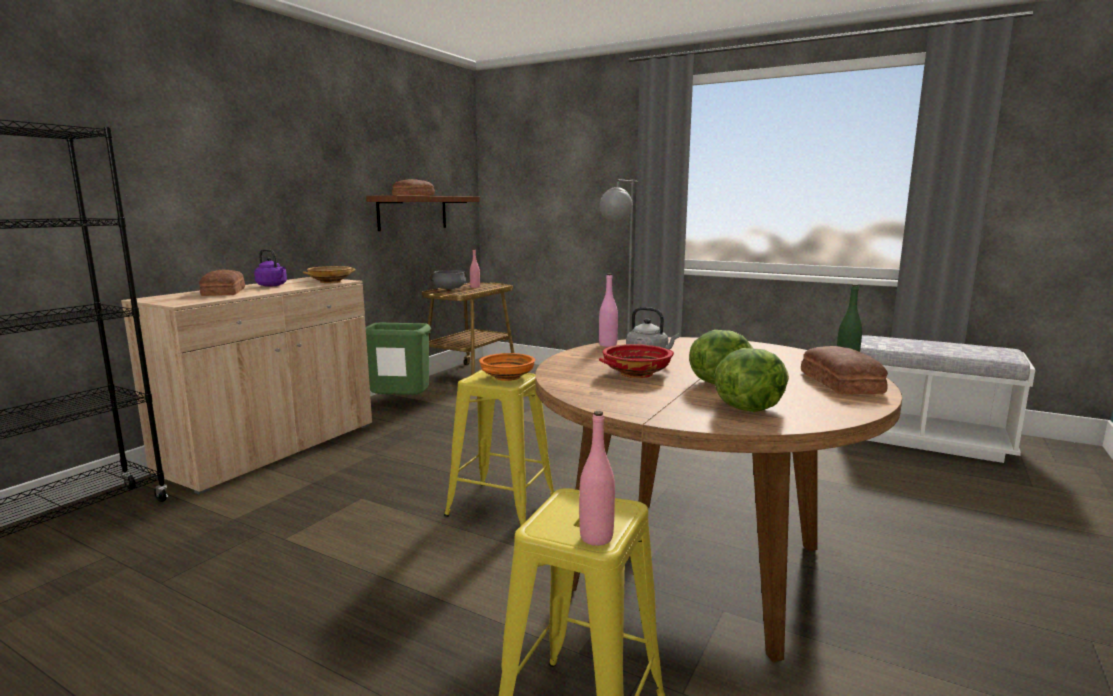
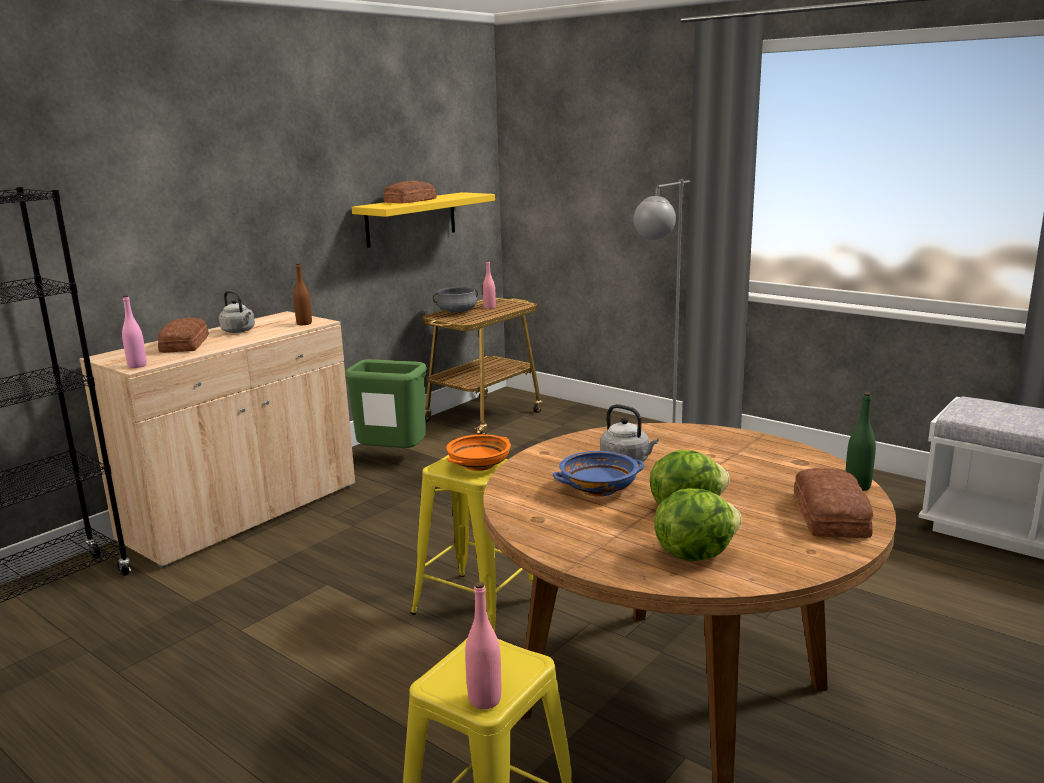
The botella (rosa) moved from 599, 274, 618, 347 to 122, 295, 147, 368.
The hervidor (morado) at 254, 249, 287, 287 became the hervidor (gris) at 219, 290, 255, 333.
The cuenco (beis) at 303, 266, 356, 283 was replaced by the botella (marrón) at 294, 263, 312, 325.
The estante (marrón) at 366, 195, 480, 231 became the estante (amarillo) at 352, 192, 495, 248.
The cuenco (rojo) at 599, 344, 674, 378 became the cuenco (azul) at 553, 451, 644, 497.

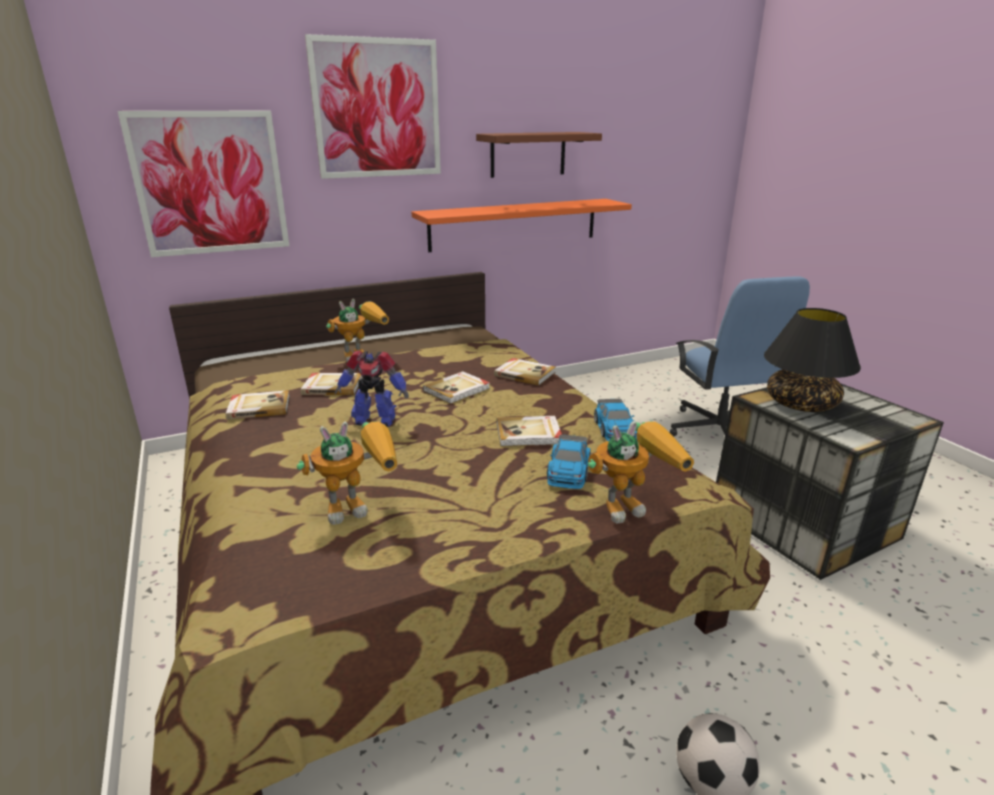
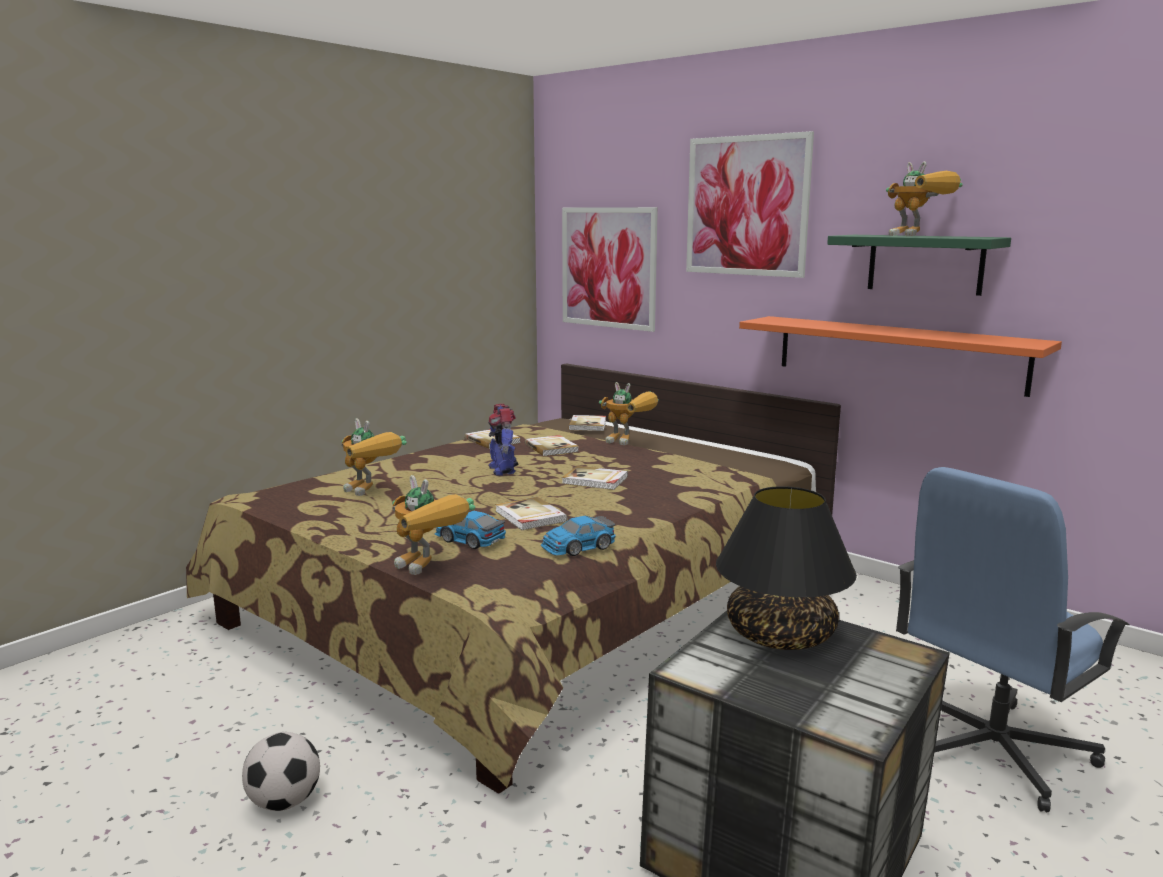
The coche de juguete at 547, 435, 591, 489 turned 45 degrees clockwise.
The libro moved from 494, 358, 556, 386 to 568, 415, 606, 431.
The estante (marrón) at 476, 132, 602, 178 became the estante (verde) at 827, 235, 1011, 296.
The robot de juguete at 886, 162, 963, 236 appeared.

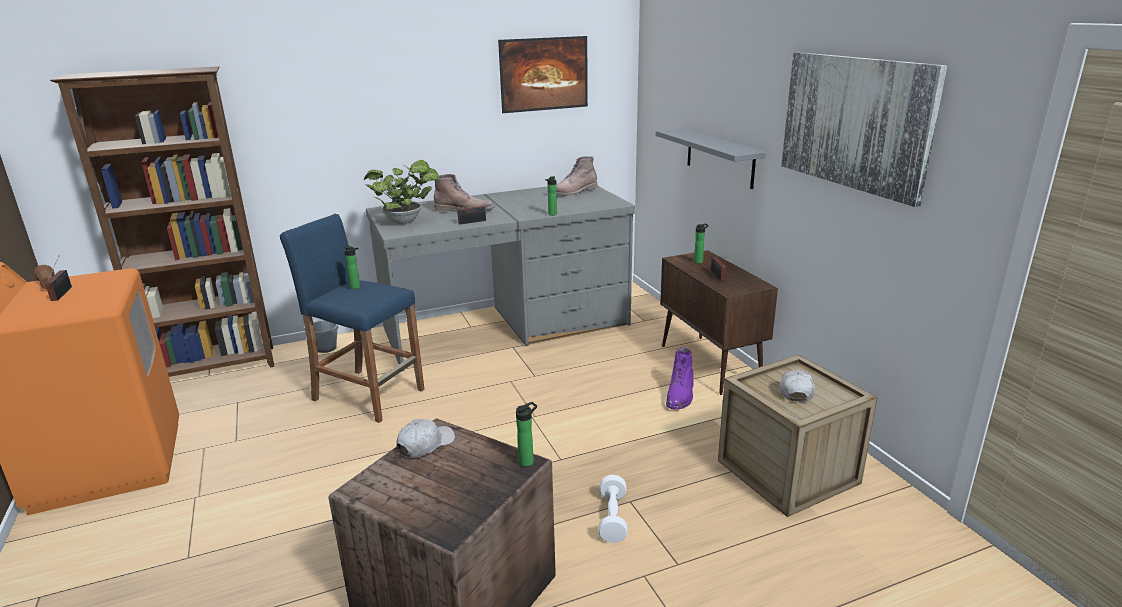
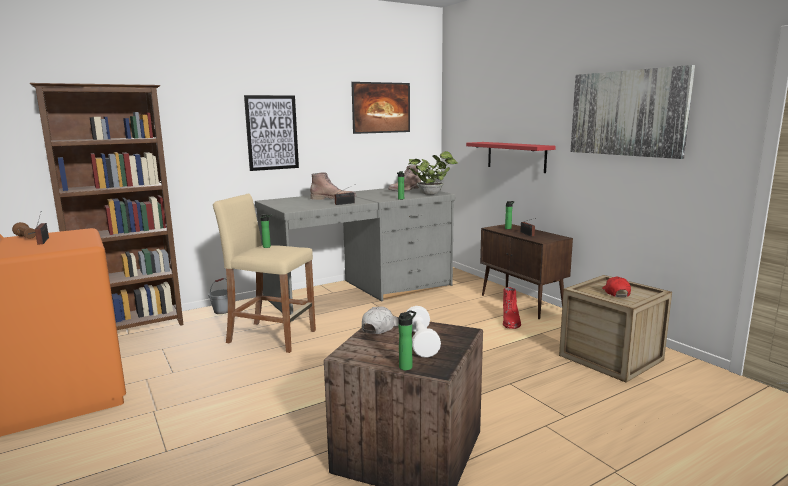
The taburete (azul) at 280, 214, 425, 423 became the taburete (beis) at 213, 194, 316, 353.
The cuadro at 244, 95, 299, 171 appeared.
The botella moved from 516, 402, 537, 467 to 398, 310, 416, 370.
The mancuerna (blanco) moved from 598, 475, 628, 543 to 406, 306, 441, 358.
The planta en maceta moved from 364, 160, 439, 224 to 408, 151, 458, 195.
The estante (gris) at 656, 128, 766, 189 became the estante (rojo) at 466, 142, 556, 173.
The bota (morado) at 666, 347, 693, 410 became the bota (rojo) at 503, 287, 521, 329.
The gorra (blanco) at 780, 370, 815, 402 became the gorra (rojo) at 602, 277, 631, 297.

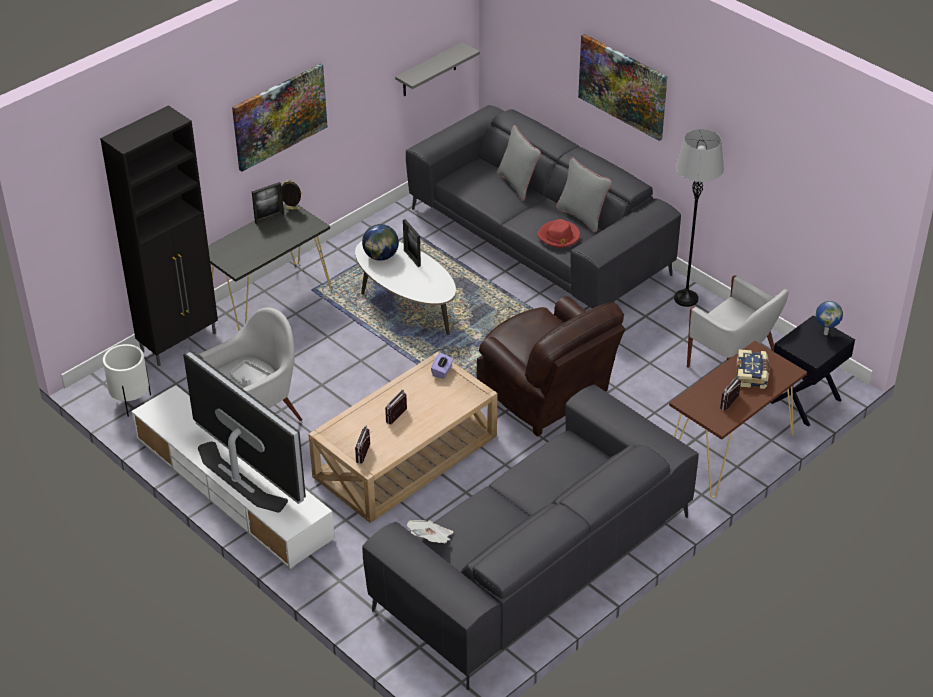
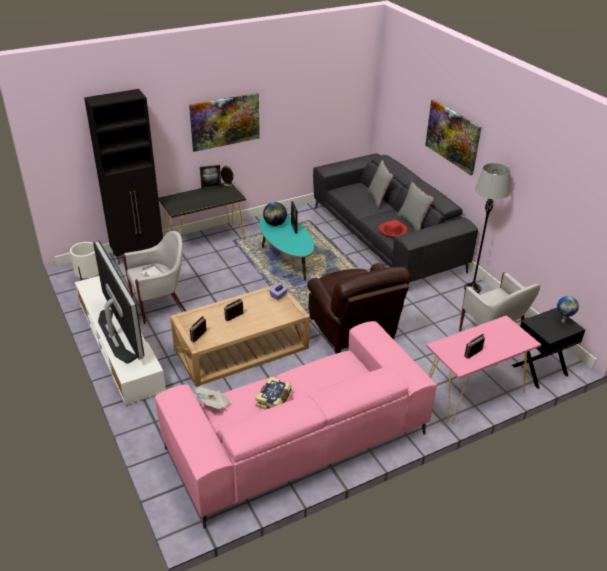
The sofá (gris) at 362, 385, 699, 690 became the sofá (rosa) at 155, 321, 437, 528.
The libro moved from 736, 349, 769, 389 to 255, 377, 292, 410.
The mesa de centro (blanco) at 355, 241, 456, 335 became the mesa de centro (turquesa) at 259, 216, 314, 281.
The mesa consola (marrón) at 669, 341, 807, 497 became the mesa consola (rosa) at 427, 315, 541, 424.
The estante (gris) at 395, 42, 480, 96 disappeared.

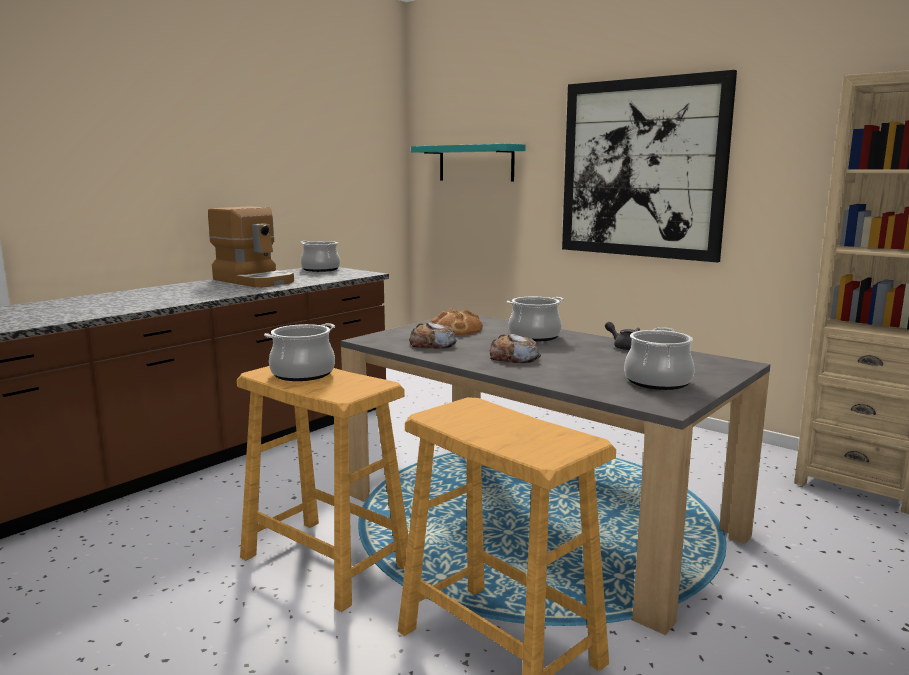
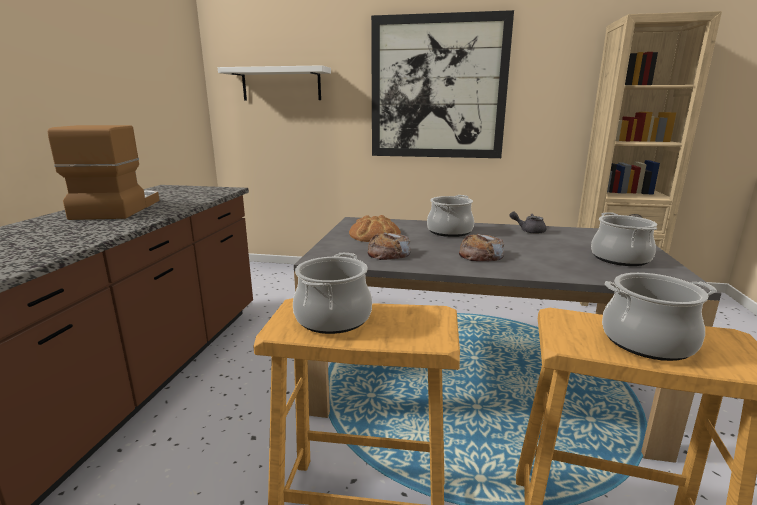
The cafetera at 208, 206, 294, 287 turned 105 degrees counterclockwise.
The estante (turquesa) at 411, 144, 526, 181 became the estante (blanco) at 218, 65, 331, 100.
The olla moved from 300, 241, 340, 272 to 602, 273, 717, 361.

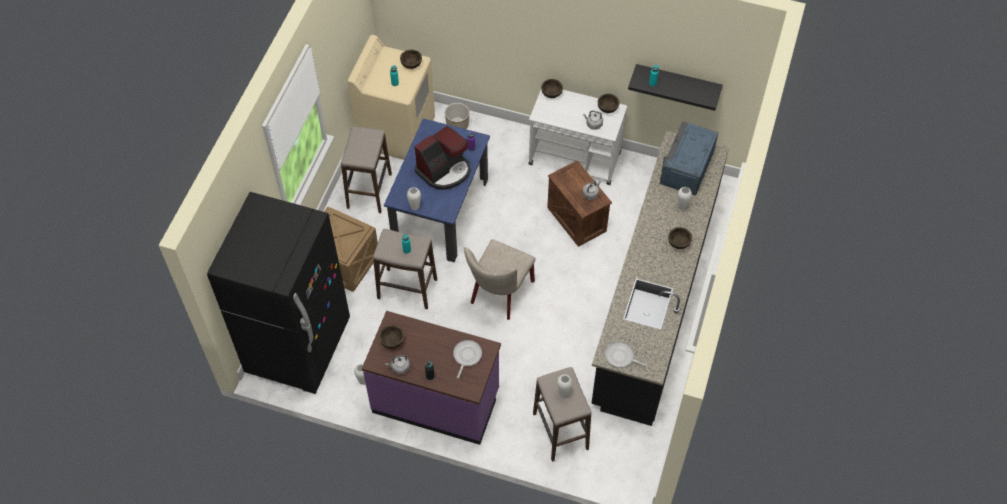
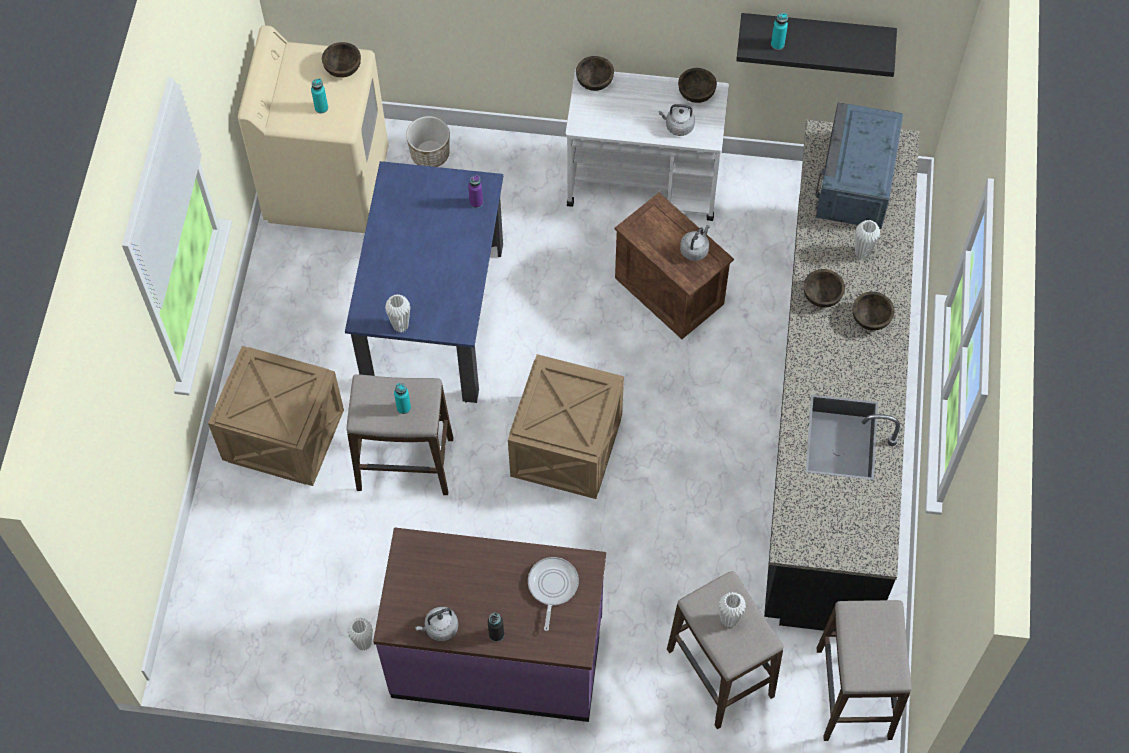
The silla (beis) at 464, 239, 535, 320 was replaced by the caja de embalaje at 508, 354, 624, 499.
The cuenco (marrón) moved from 379, 325, 404, 349 to 804, 269, 845, 308.
The taburete moved from 341, 126, 392, 213 to 817, 600, 912, 741.
The nevera (negro) at 207, 192, 350, 394 disappeared.
The cafetera at 415, 126, 471, 190 disappeared.
The sartén at 605, 342, 648, 368 disappeared.

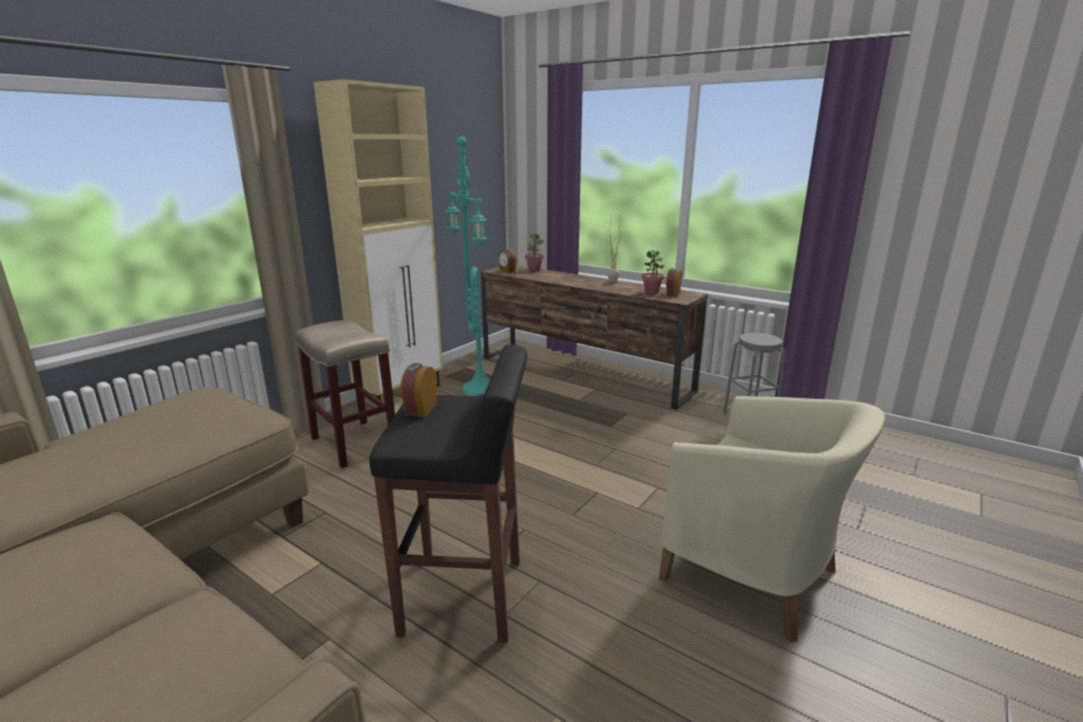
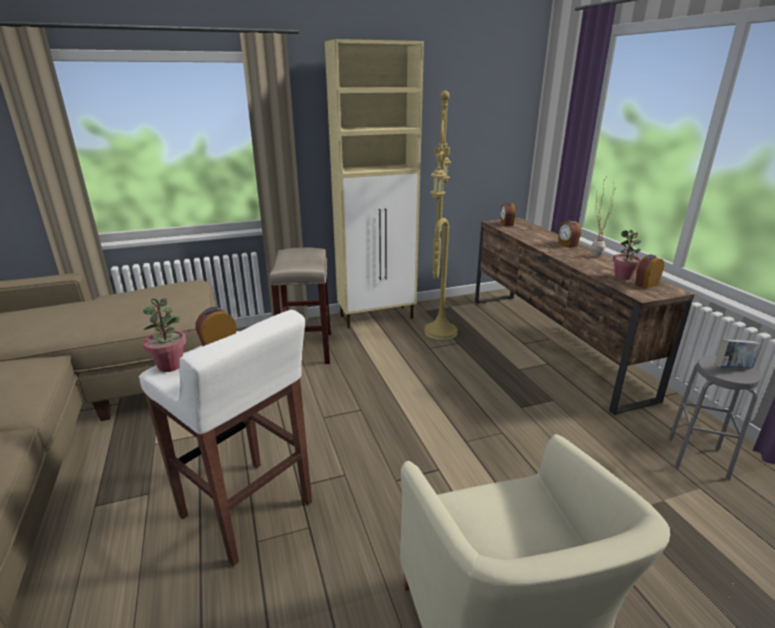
The taburete (negro) at 369, 344, 527, 643 became the taburete (blanco) at 139, 310, 312, 566.
The planta en maceta moved from 525, 234, 544, 271 to 143, 298, 186, 372.
The lámpara de pie (turquesa) at 445, 137, 490, 396 became the lámpara de pie (amarillo) at 424, 91, 458, 341.
The despertador at 558, 220, 581, 248 appeared.
The libro at 715, 339, 761, 368 appeared.

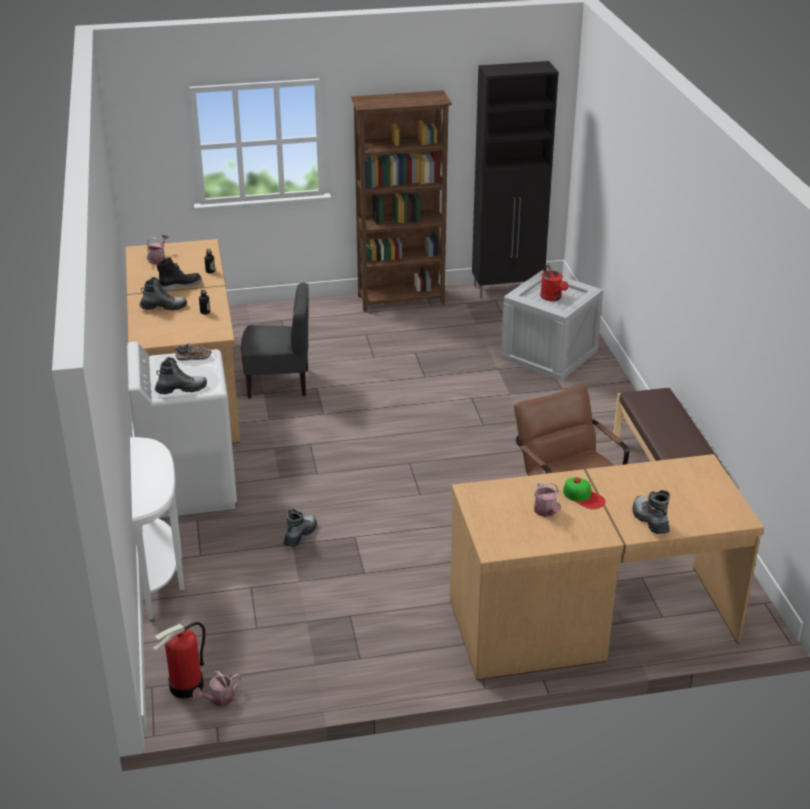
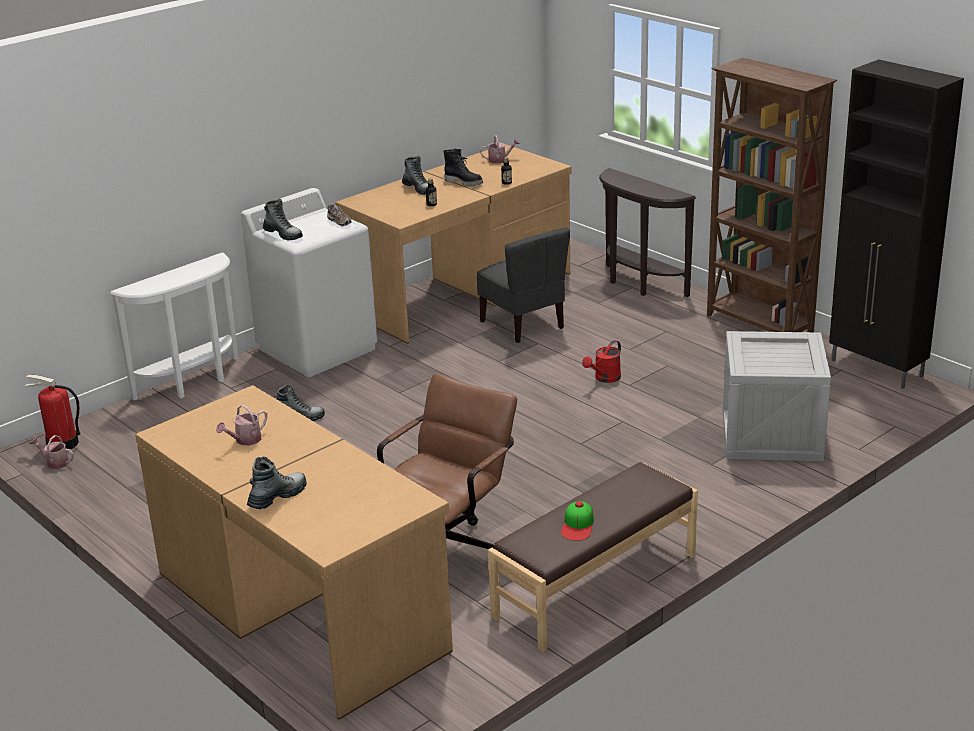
The gorra moved from 563, 477, 606, 509 to 561, 501, 594, 541.
The regadera (rojo) moved from 540, 265, 569, 301 to 582, 340, 621, 383.
The mesa consola (marrón) at 599, 168, 696, 297 appeared.

